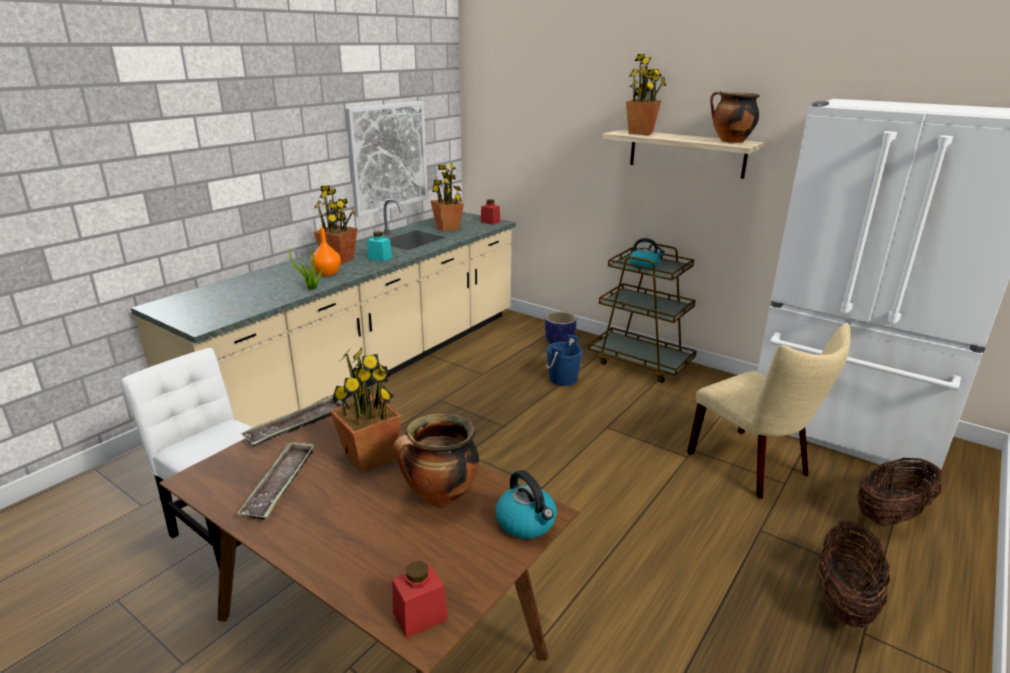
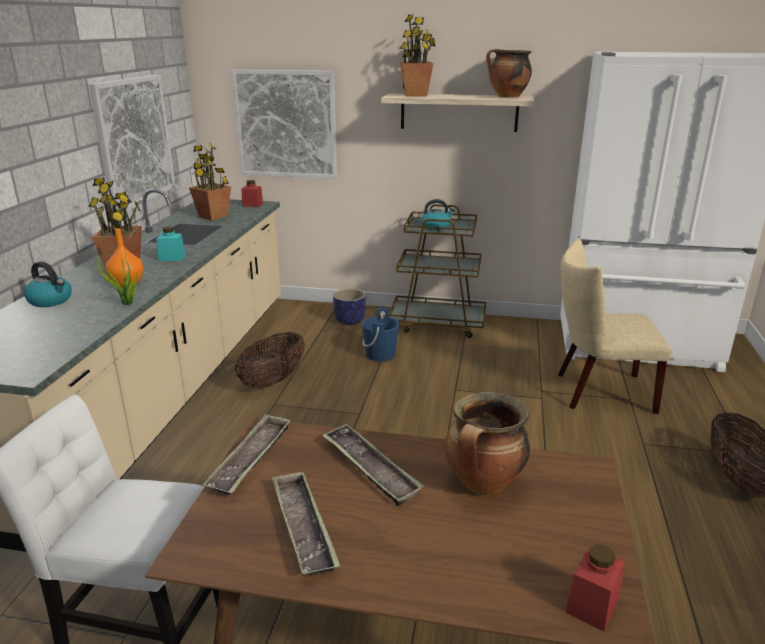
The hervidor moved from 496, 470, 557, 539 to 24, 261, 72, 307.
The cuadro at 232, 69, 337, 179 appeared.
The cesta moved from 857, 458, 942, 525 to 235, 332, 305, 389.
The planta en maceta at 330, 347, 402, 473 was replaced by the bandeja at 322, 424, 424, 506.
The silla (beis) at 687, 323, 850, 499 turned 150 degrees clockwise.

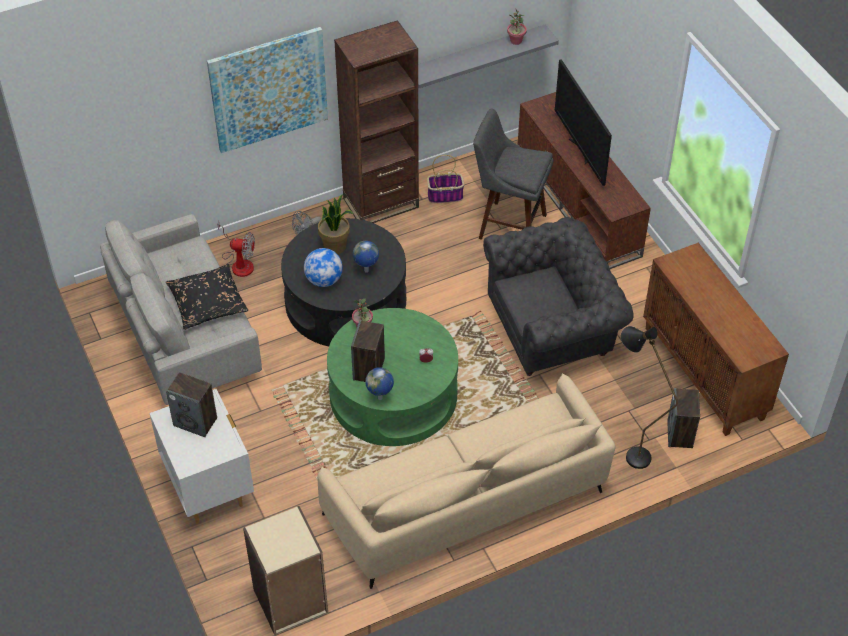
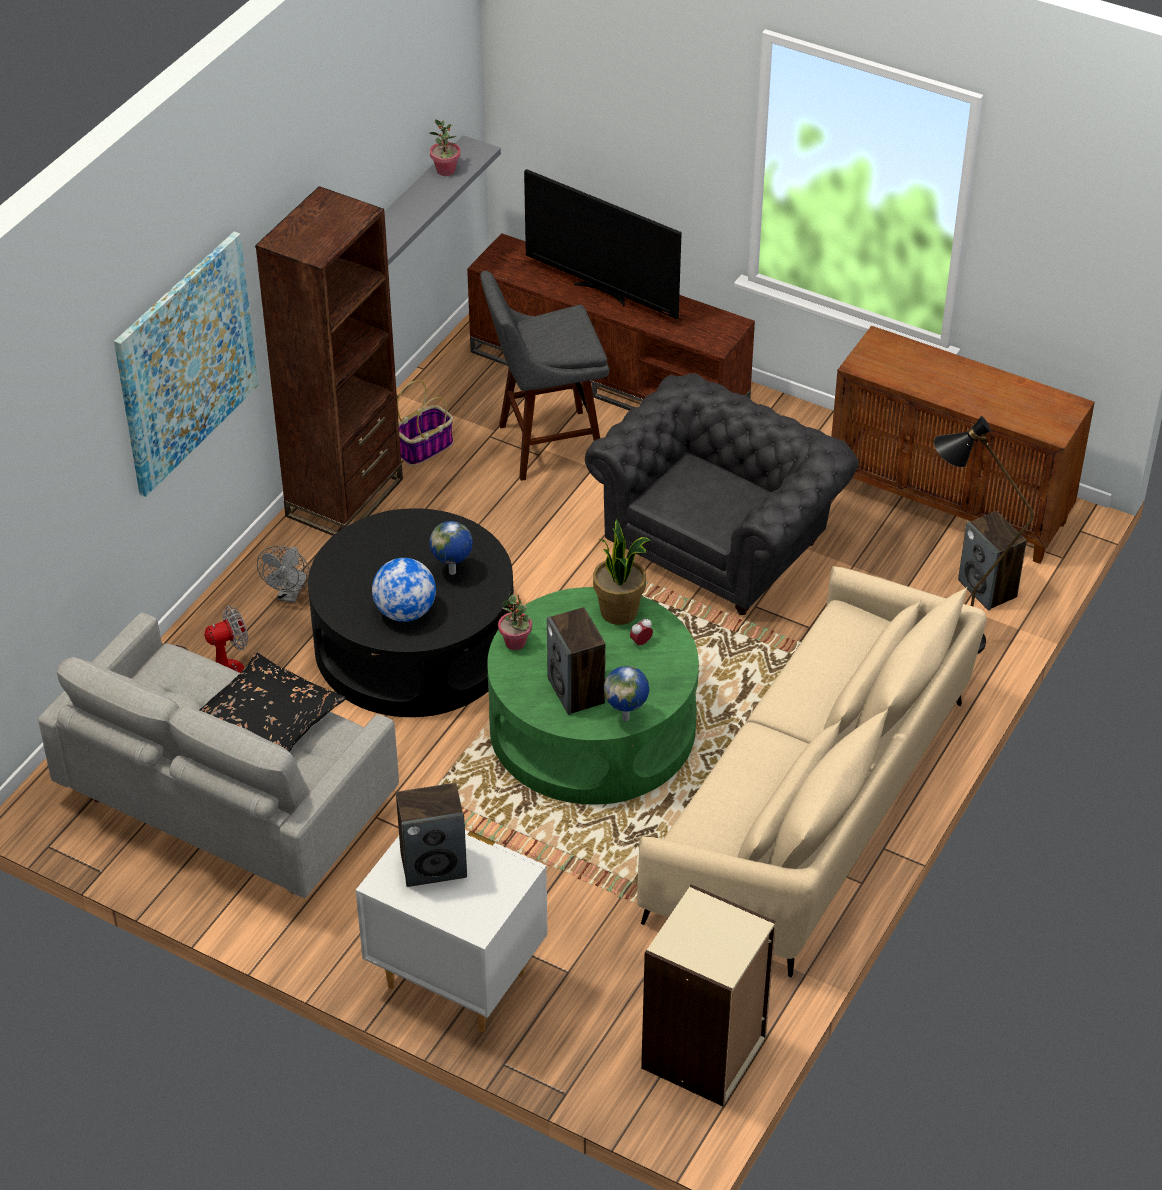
The planta en maceta moved from 318, 194, 353, 254 to 593, 519, 651, 625.

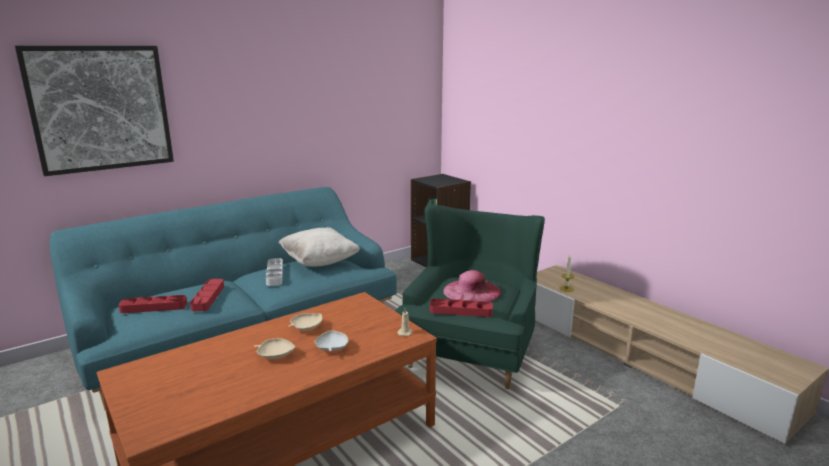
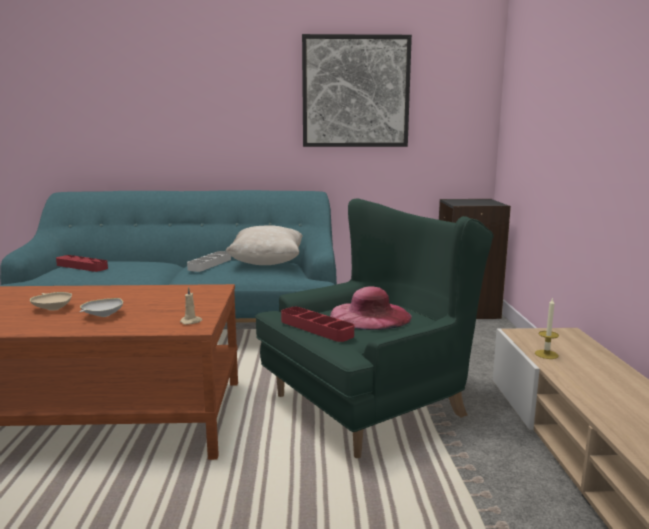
The cuadro moved from 15, 46, 174, 176 to 302, 34, 412, 147.
The bandeja (rojo) at 190, 279, 224, 311 disappeared.
The cuenco (beis) at 288, 313, 322, 331 disappeared.

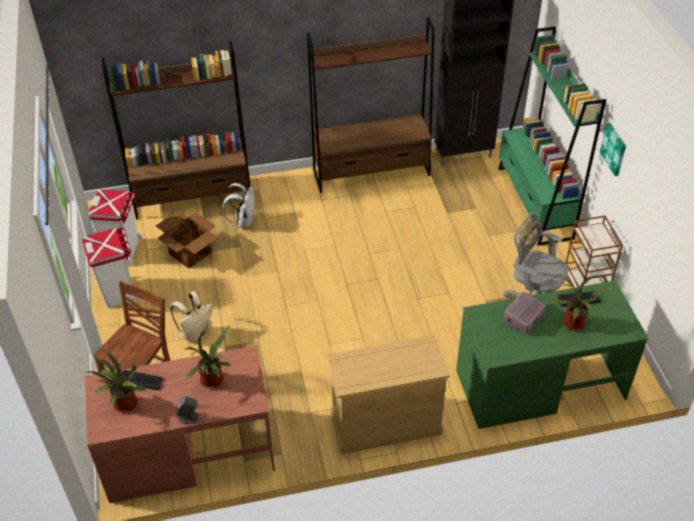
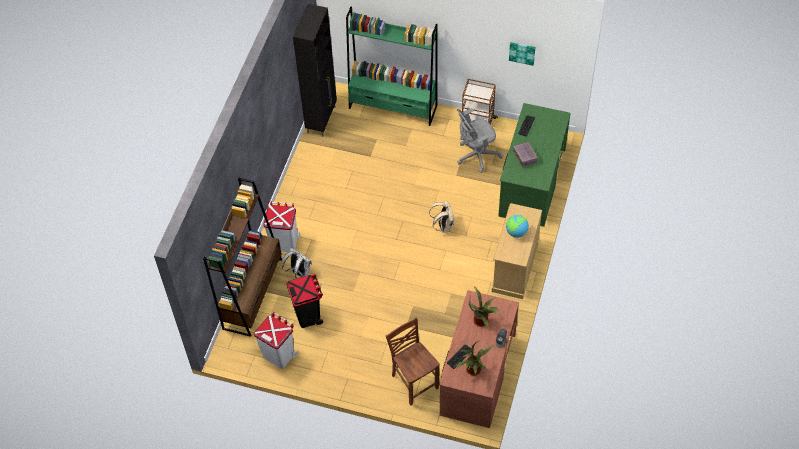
The papelera (blanco) moved from 82, 227, 138, 308 to 263, 201, 300, 252.
The caja de cartón at 156, 210, 218, 269 was replaced by the papelera (negro) at 287, 274, 323, 328.
The mochila (beis) moved from 170, 291, 213, 342 to 429, 201, 454, 233.
The globo terráqueo at 506, 215, 529, 238 appeared.
The cuadro moved from 600, 122, 626, 176 to 509, 42, 536, 66.
The estantería (marrón) at 307, 17, 435, 193 disappeared.
The planta en maceta at 549, 275, 614, 331 disappeared.

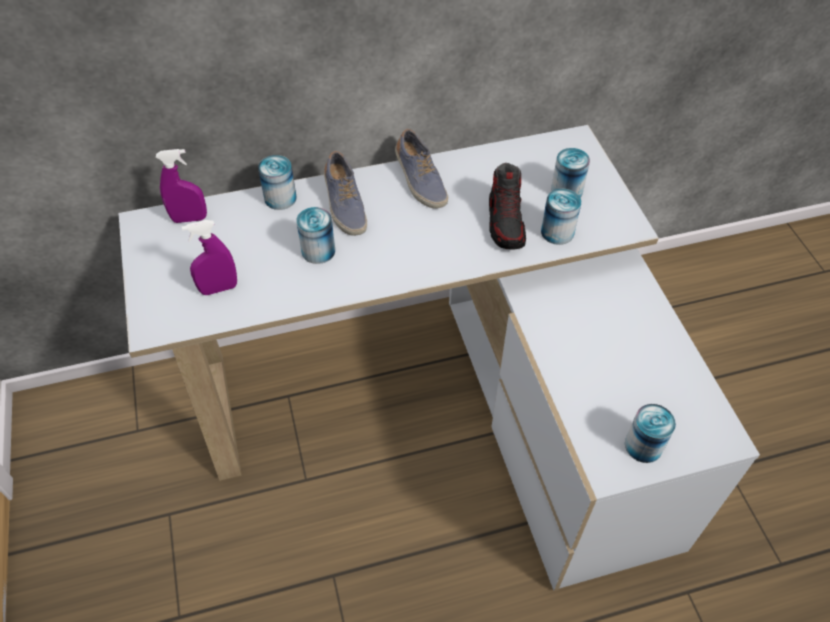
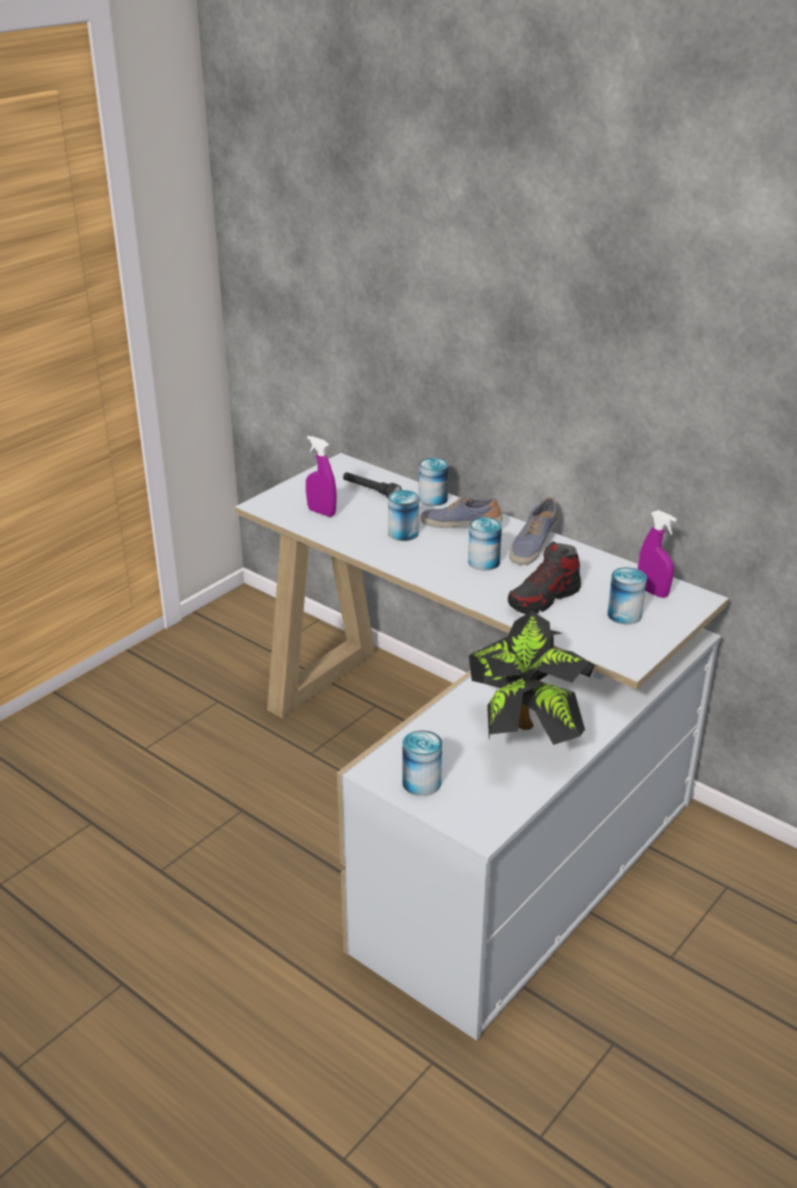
The linterna (negro) at 343, 472, 402, 498 appeared.
The zapato at 324, 151, 367, 236 turned 75 degrees clockwise.
The lata moved from 541, 189, 581, 245 to 468, 517, 502, 571.
The planta en maceta at 469, 611, 598, 745 appeared.
The pulverizador (morado) moved from 156, 149, 207, 223 to 638, 510, 677, 598.

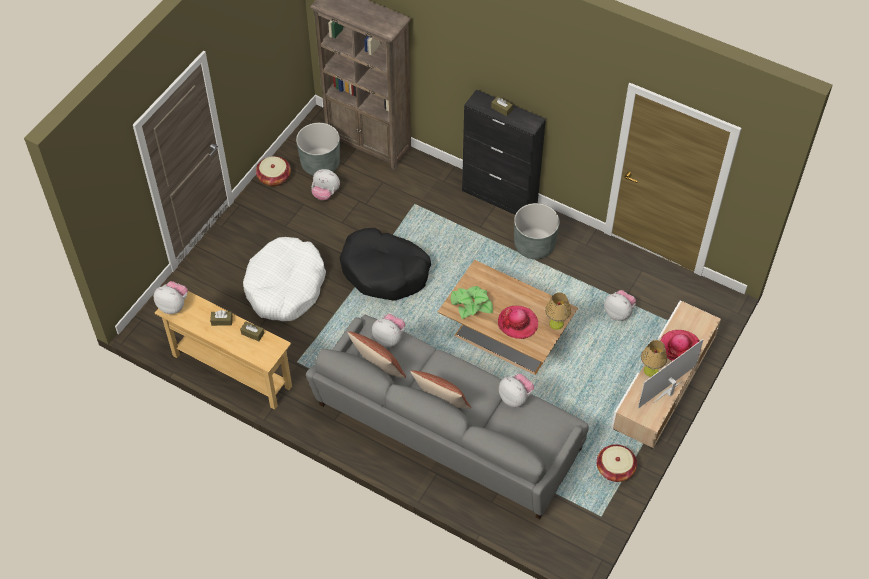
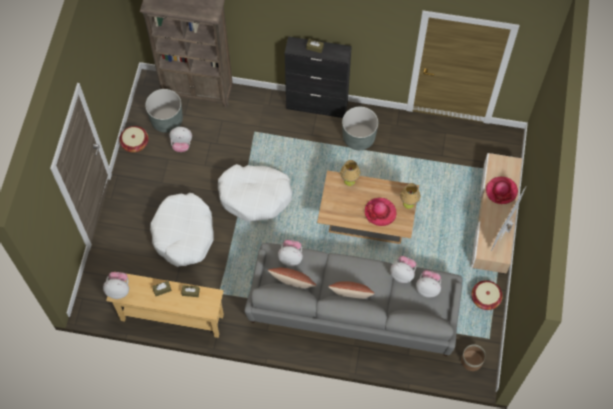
The cama para perro (negro) at 339, 228, 431, 301 became the cama para perro (blanco) at 218, 164, 293, 222.
The lámpara de mesa moved from 641, 340, 667, 377 to 340, 160, 360, 186.
The peluche moved from 604, 290, 636, 321 to 416, 270, 441, 298.
The maceta at 461, 344, 486, 371 appeared.
The planta en maceta at 451, 286, 493, 319 disappeared.

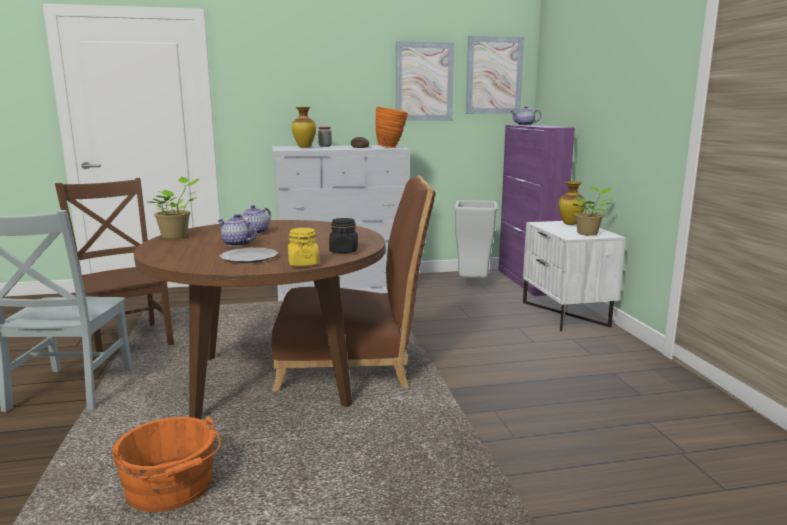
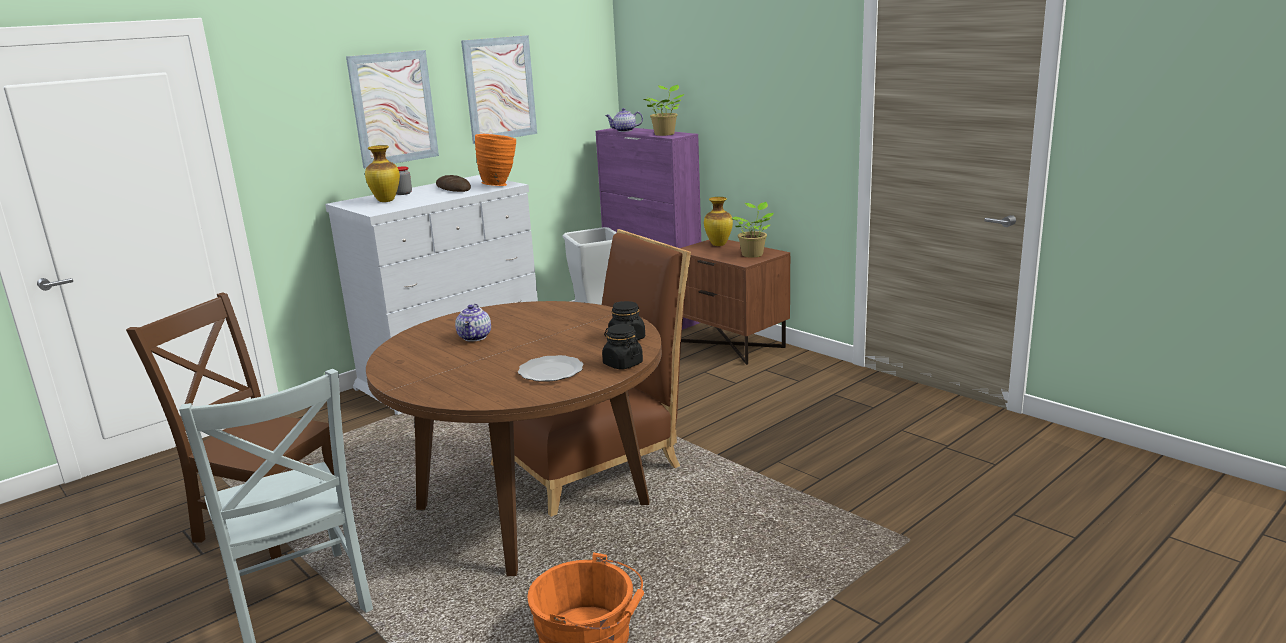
The cuadro moved from 466, 36, 524, 114 to 346, 50, 439, 168.
The tarro (amarillo) at 288, 228, 319, 266 became the tarro (negro) at 602, 324, 643, 370.
The planta en maceta moved from 148, 177, 201, 239 to 643, 85, 684, 136.
The mesita de noche (blanco) at 523, 221, 625, 331 became the mesita de noche (marrón) at 680, 240, 790, 365.
The tetera at 217, 214, 257, 247 disappeared.

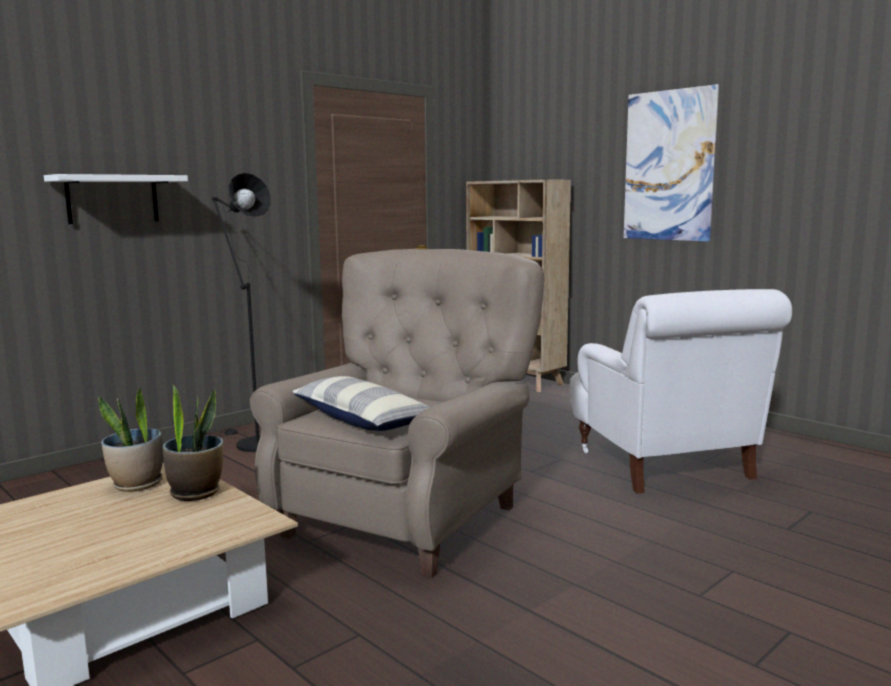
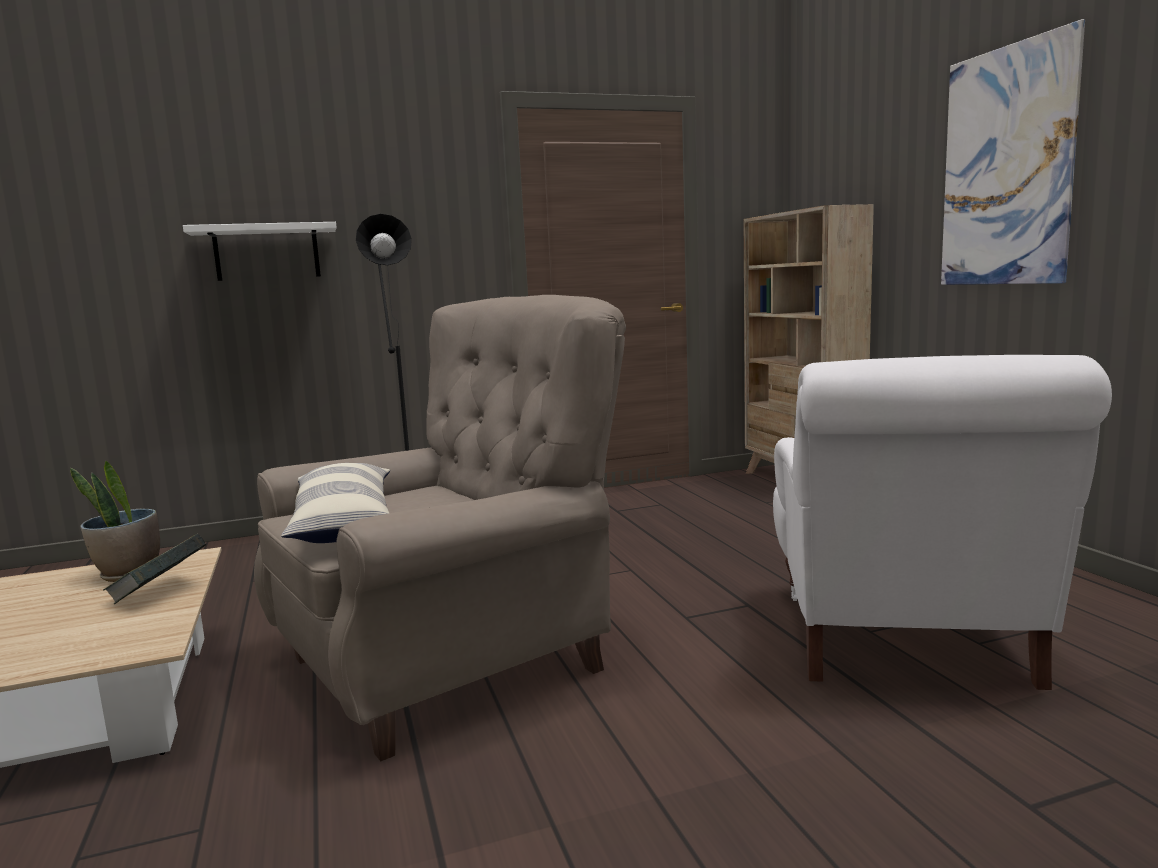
The planta en maceta at 163, 385, 223, 501 was replaced by the libro at 103, 534, 206, 604.

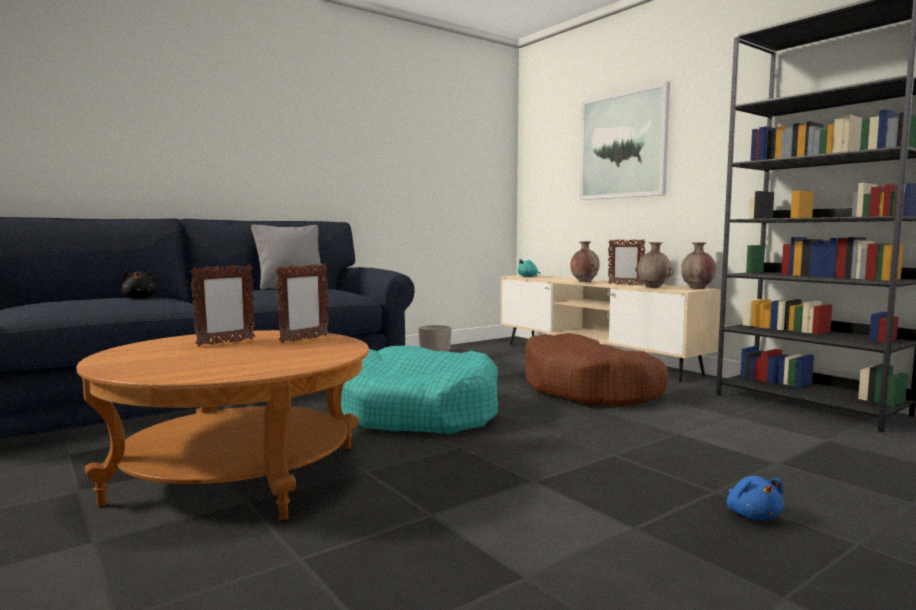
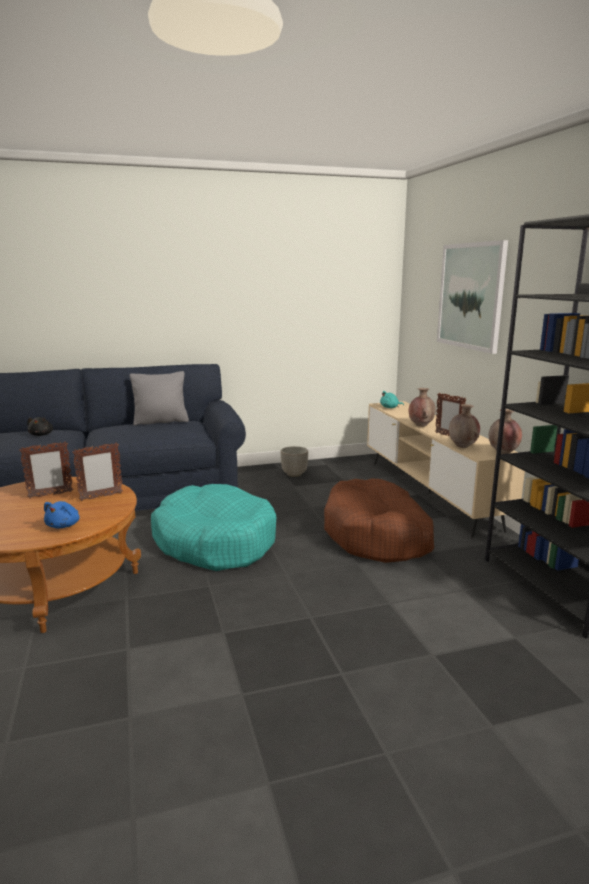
The peluche (azul) moved from 727, 476, 784, 520 to 44, 501, 80, 528.

